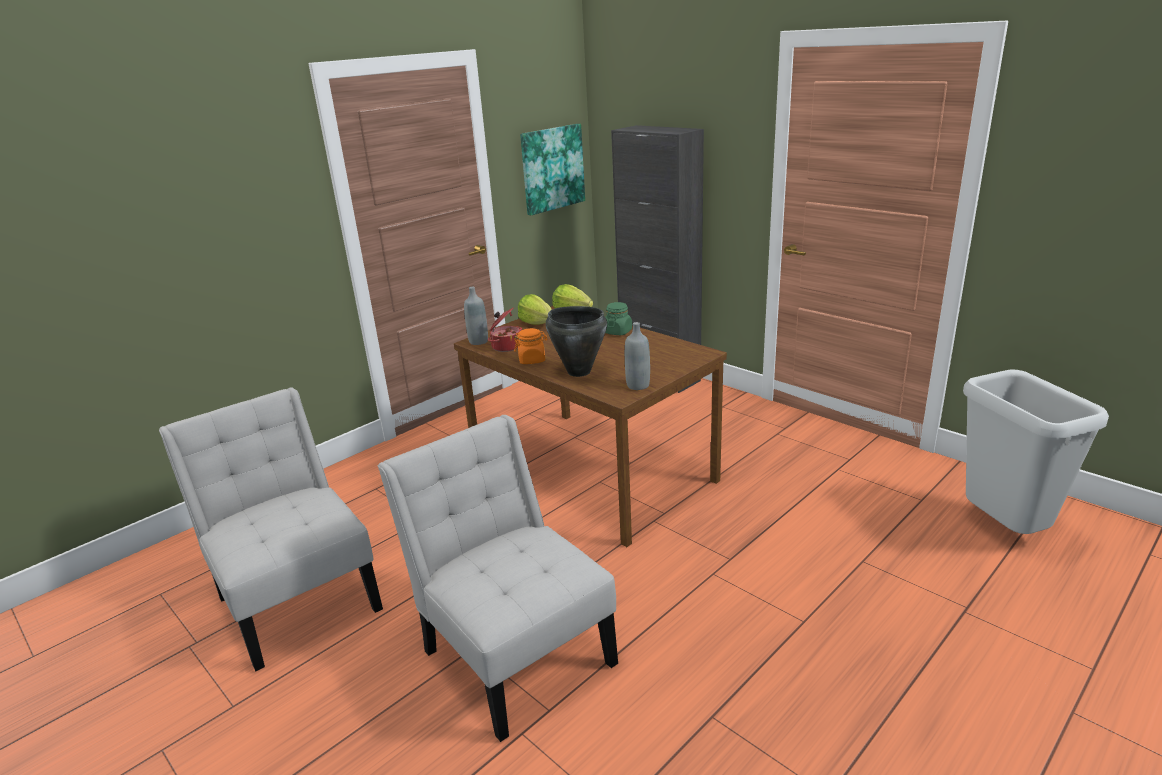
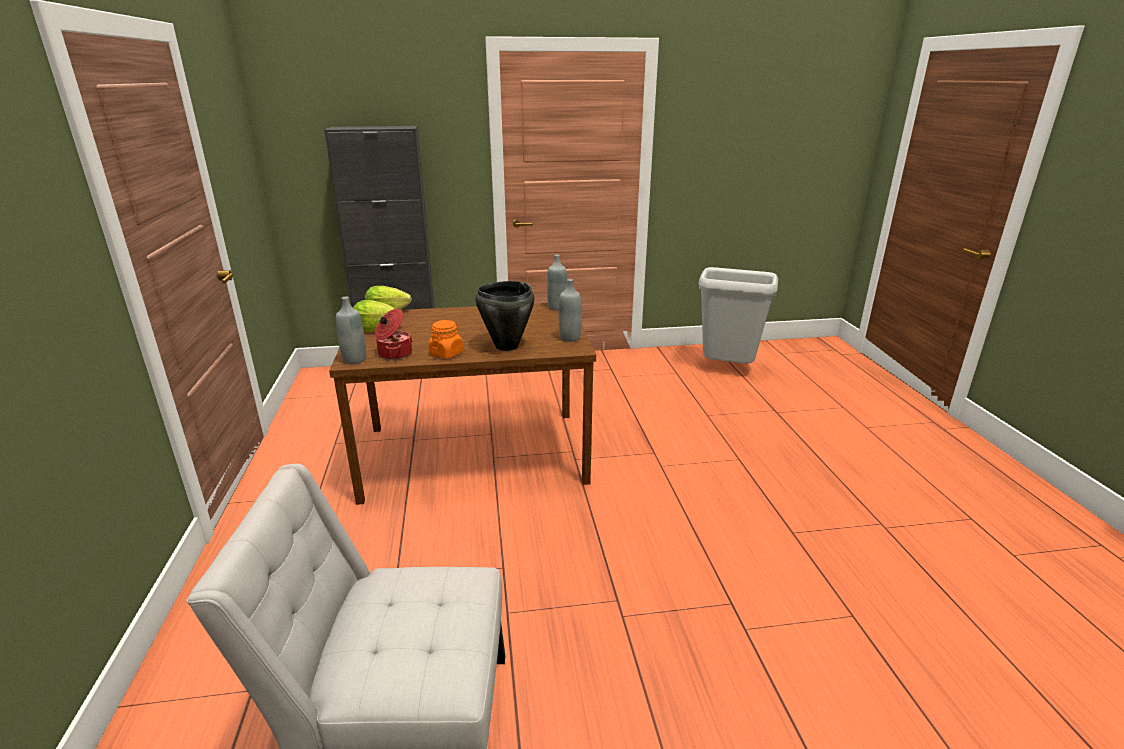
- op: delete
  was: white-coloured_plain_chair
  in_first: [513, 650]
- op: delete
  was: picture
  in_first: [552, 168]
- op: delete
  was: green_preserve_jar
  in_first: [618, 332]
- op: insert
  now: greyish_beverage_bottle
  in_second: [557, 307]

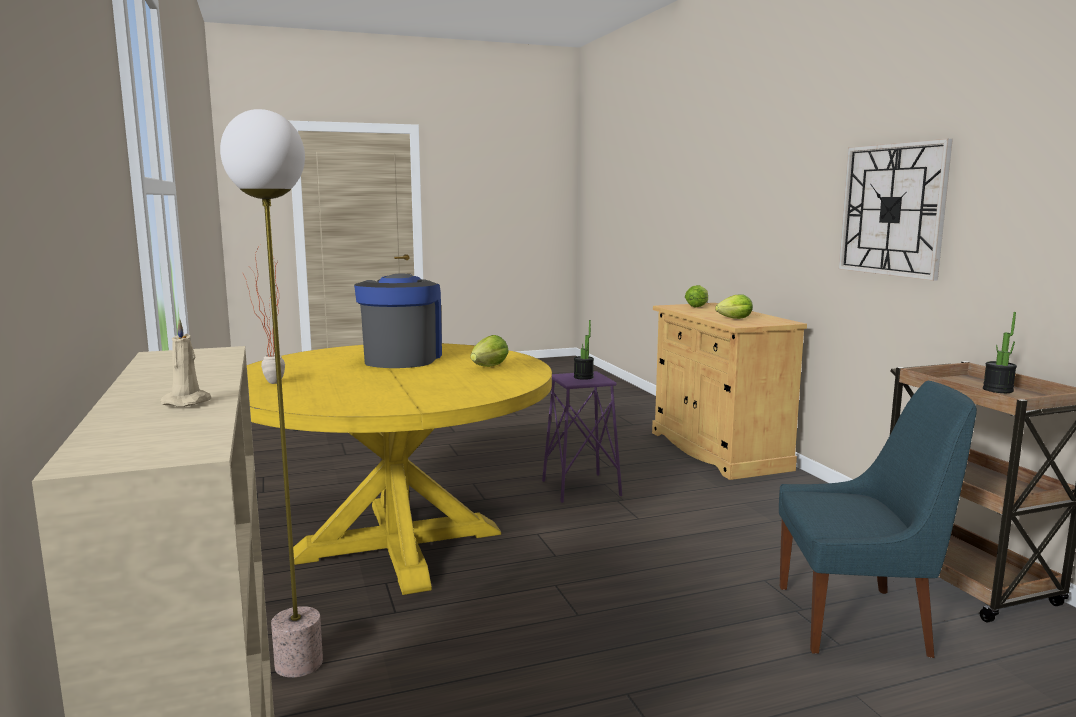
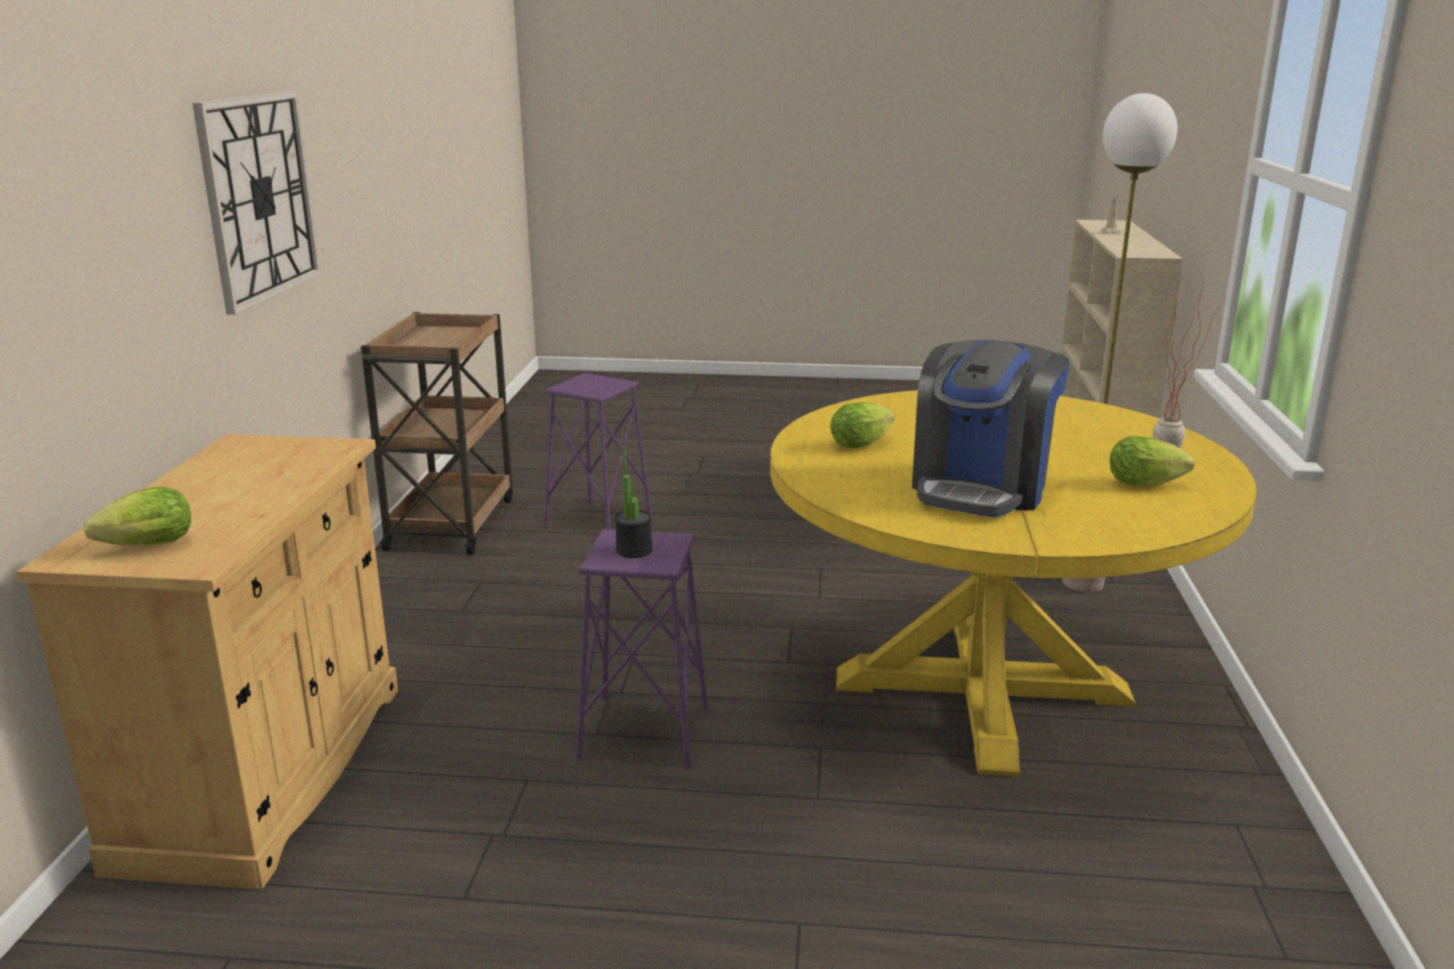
- op: delete
  was: houseplant
  in_first: [997, 390]
- op: move
  was: lettuce_head
  in_first: [732, 319]
  in_second: [1149, 484]
- op: replace
  was: blue-coloured_plain_chair
  now: purple-coloured_stool_seat
  in_first: [858, 620]
  in_second: [599, 520]

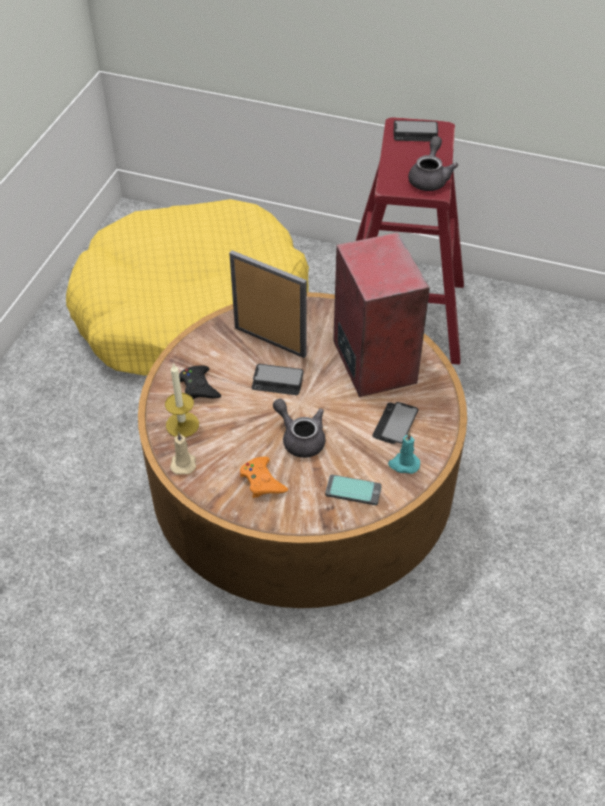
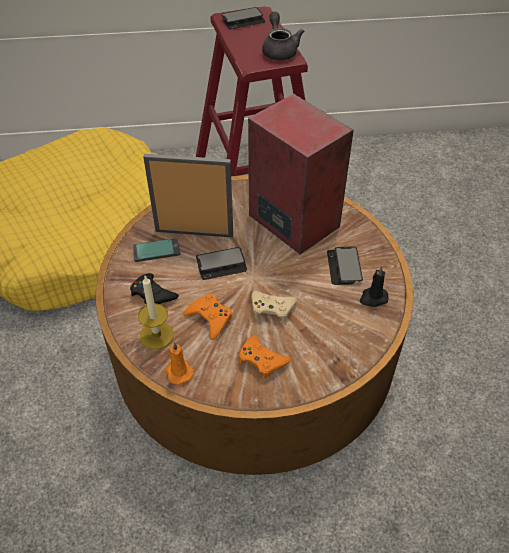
- op: insert
  now: orange_game_controller
  in_second: [210, 318]
- op: move
  was: handset
  in_first: [353, 490]
  in_second: [156, 250]
- op: replace
  was: greyish_teapot
  now: beige_game_controller
  in_first: [300, 438]
  in_second: [272, 308]
- op: recolor
  was: beige_wax_candle
  now: orange_wax_candle
  in_first: [183, 463]
  in_second: [178, 371]
- op: recolor
  was: turquoise_wax_candle
  now: blackish_wax_candle
  in_first: [403, 464]
  in_second: [373, 298]

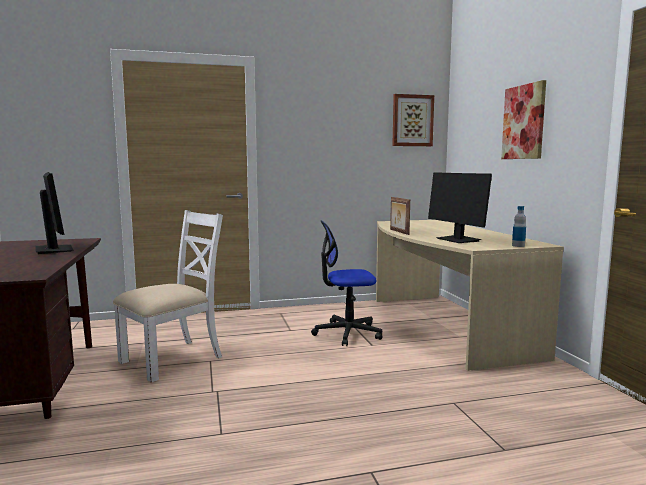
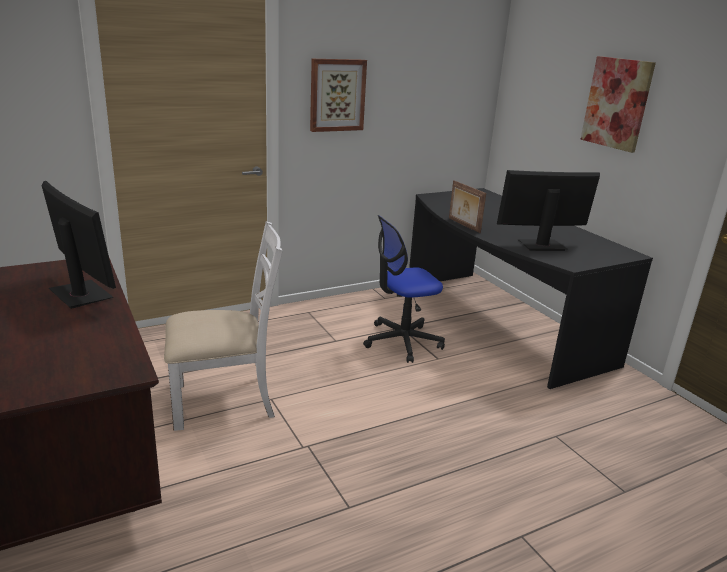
- op: delete
  was: beverage_bottle
  in_first: [518, 246]
- op: move
  was: picture
  in_first: [412, 120]
  in_second: [337, 95]
- op: recolor
  was: beige_desk
  now: blackish_desk
  in_first: [443, 326]
  in_second: [497, 323]
- op: rotate
  was: white-coloured_plain_chair
  in_first: [173, 359]
  in_second: [224, 400]
  clockwise: 45
- op: rotate
  was: computer_display
  in_first: [458, 240]
  in_second: [541, 245]
  clockwise: 120

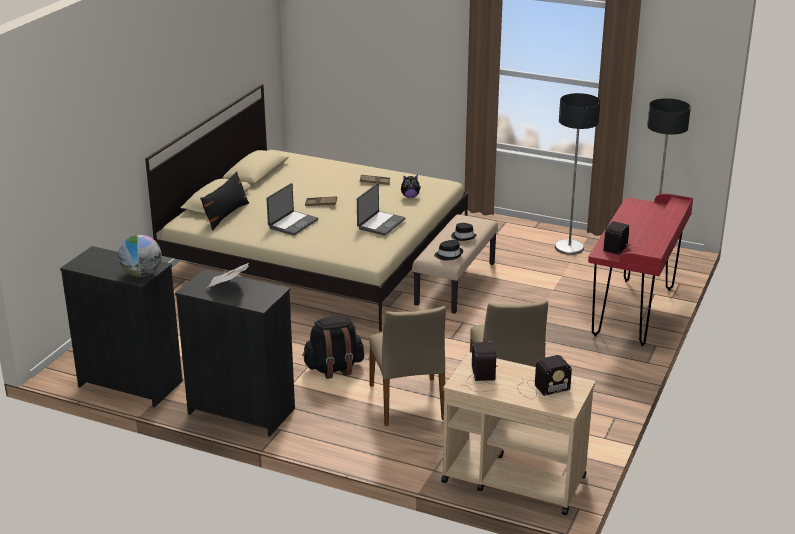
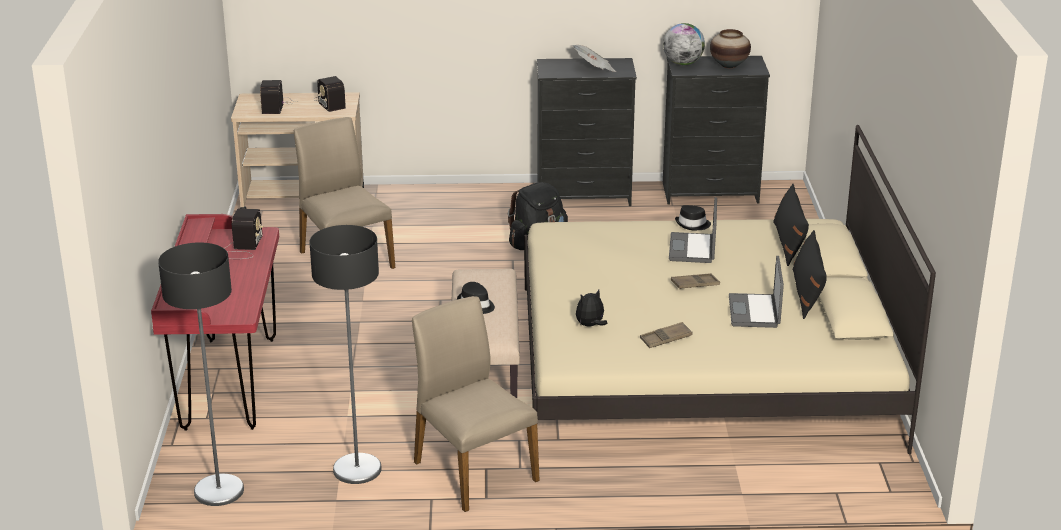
- op: insert
  now: decorative_vase
  in_second: [729, 65]
- op: insert
  now: blackish_pillow
  in_second: [807, 294]
- op: move
  was: laptop
  in_first: [380, 224]
  in_second: [755, 312]
- op: move
  was: beige_plain_chair
  in_first: [408, 402]
  in_second: [473, 471]
- op: move
  was: blackish_wearable_hat
  in_first: [449, 255]
  in_second: [692, 224]
- op: rotate
  was: radio_receiver
  in_first: [541, 388]
  in_second: [276, 105]
  clockwise: -45

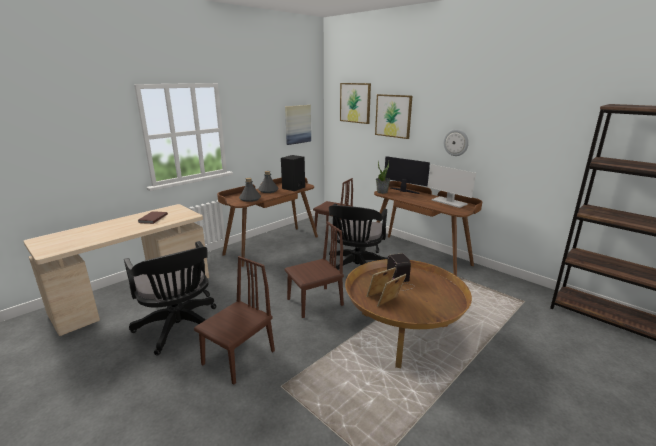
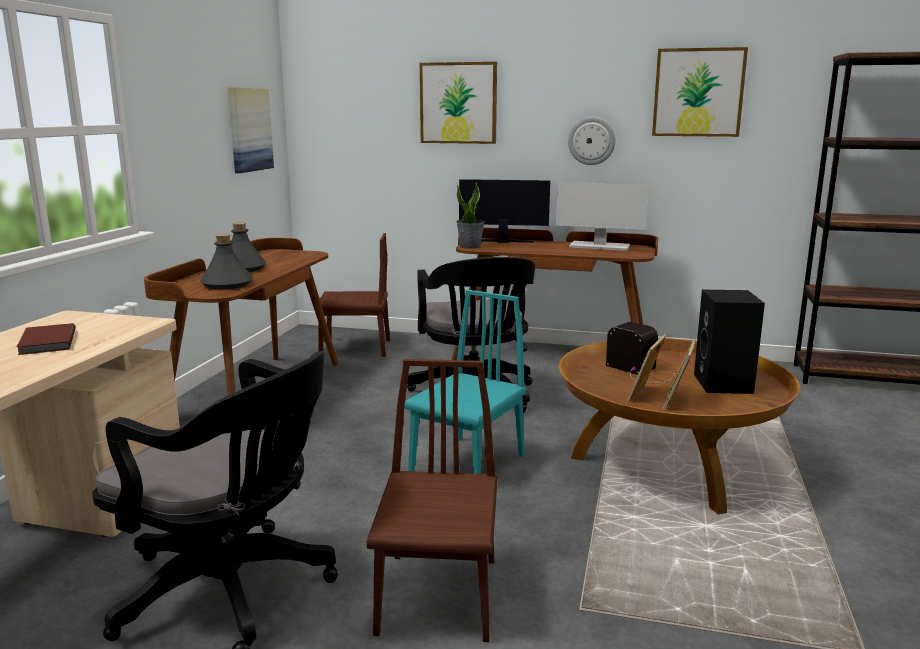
- op: move
  was: blackish_speaker
  in_first: [293, 188]
  in_second: [724, 384]
- op: move
  was: picture
  in_first: [355, 103]
  in_second: [698, 92]
- op: recolor
  was: brownish_plain_chair
  now: turquoise_plain_chair
  in_first: [314, 302]
  in_second: [467, 464]

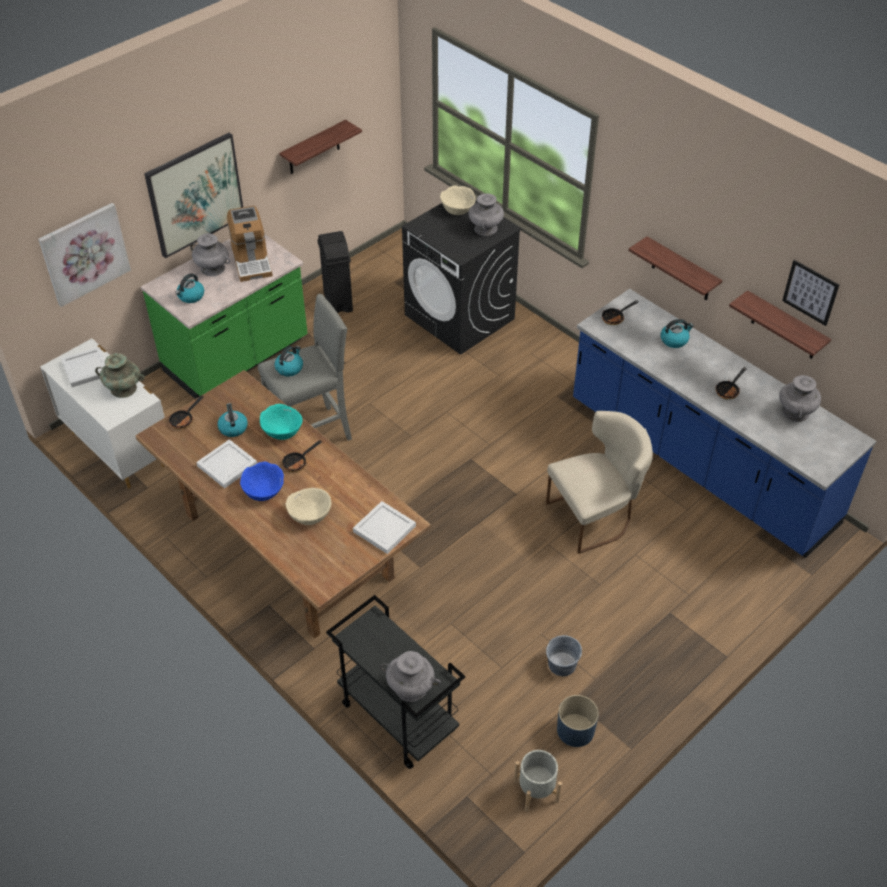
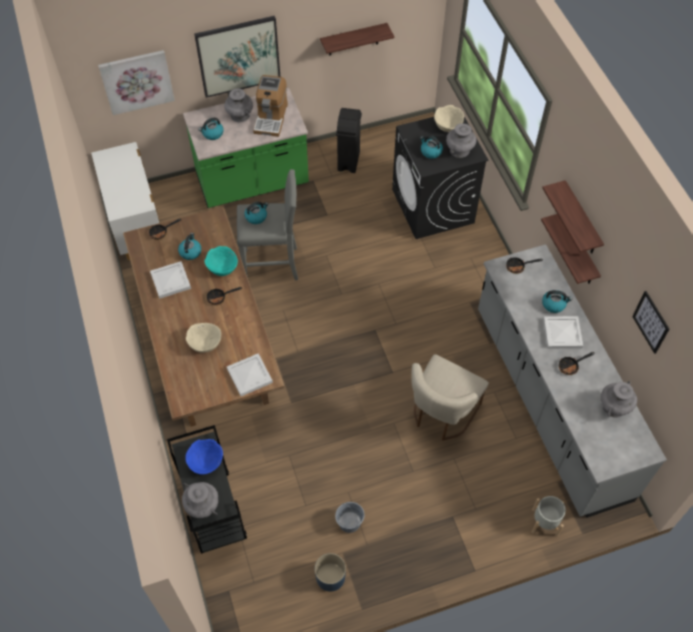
- op: delete
  was: turquoise_decorative_vase
  in_first: [124, 389]
- op: insert
  now: kettle
  in_second: [430, 152]
- op: move
  was: white-coloured_carrying_tray
  in_first: [86, 368]
  in_second: [562, 333]
- op: move
  was: blue-coloured_serving_bowl
  in_first: [264, 490]
  in_second: [206, 462]
- op: move
  was: greyish_plant_pot
  in_first: [536, 791]
  in_second: [545, 522]
- op: move
  was: bracket_shelf
  in_first: [785, 327]
  in_second: [581, 220]
- op: recolor
  was: blue-coloured_counter
  now: greyish_counter
  in_first: [700, 463]
  in_second: [549, 403]
- op: rotate
  was: beige_plain_chair
  in_first: [595, 516]
  in_second: [441, 414]
  clockwise: 120

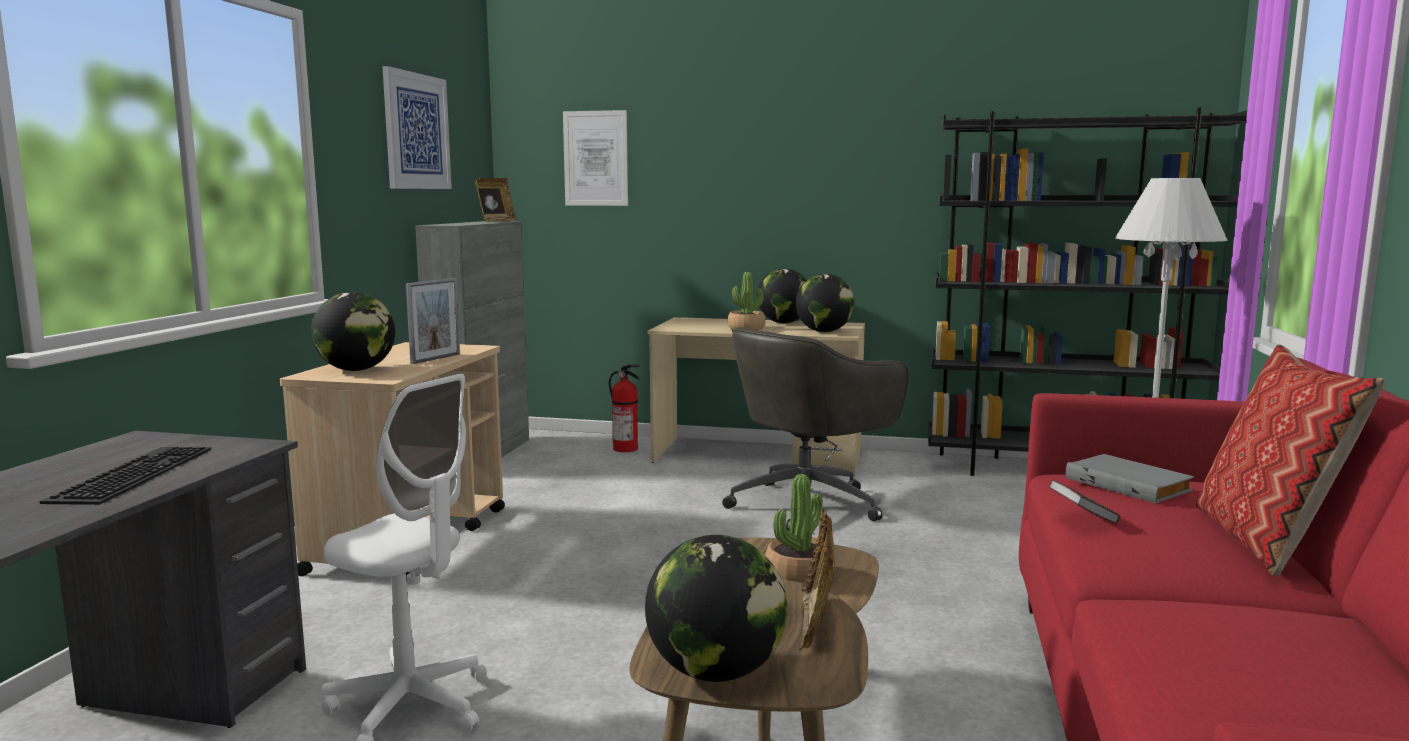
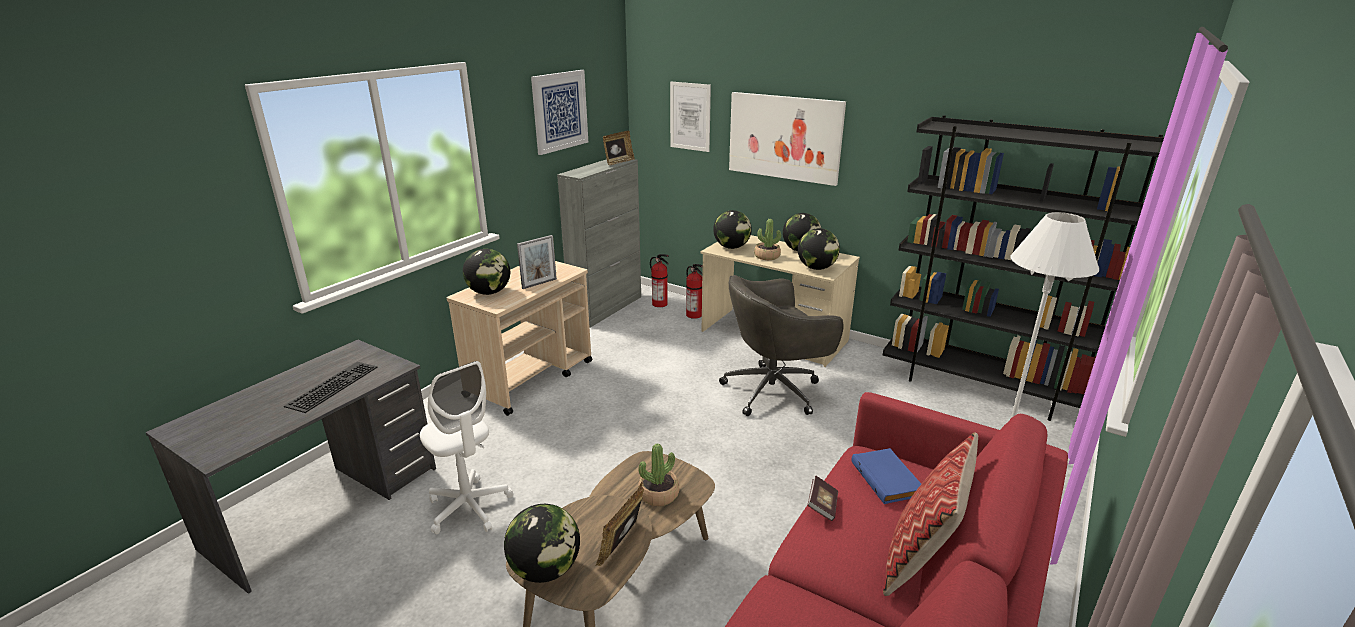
- op: insert
  now: fire-fighting_cylinder
  in_second: [660, 304]
- op: insert
  now: world_globe
  in_second: [731, 247]
- op: insert
  now: picture
  in_second: [784, 137]
- op: recolor
  was: greyish_book
  now: blue-coloured_book
  in_first: [1129, 484]
  in_second: [888, 479]

